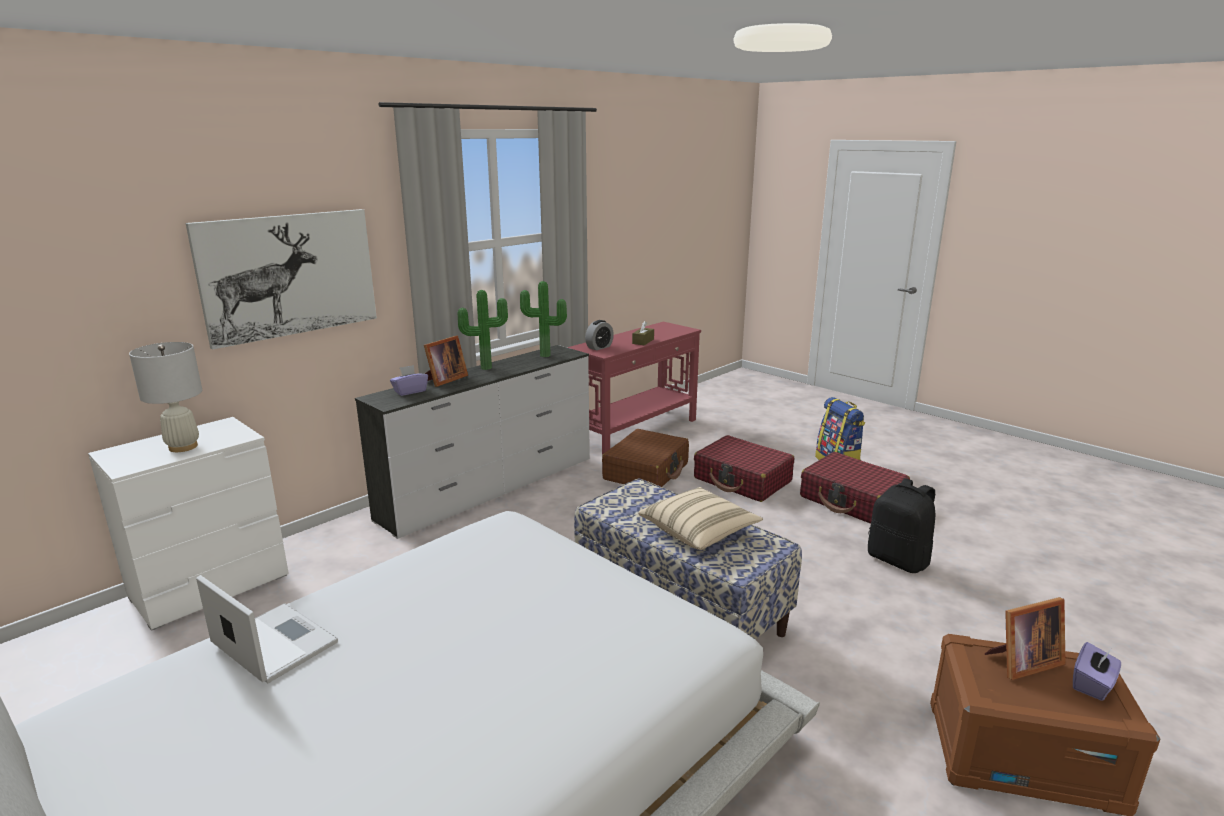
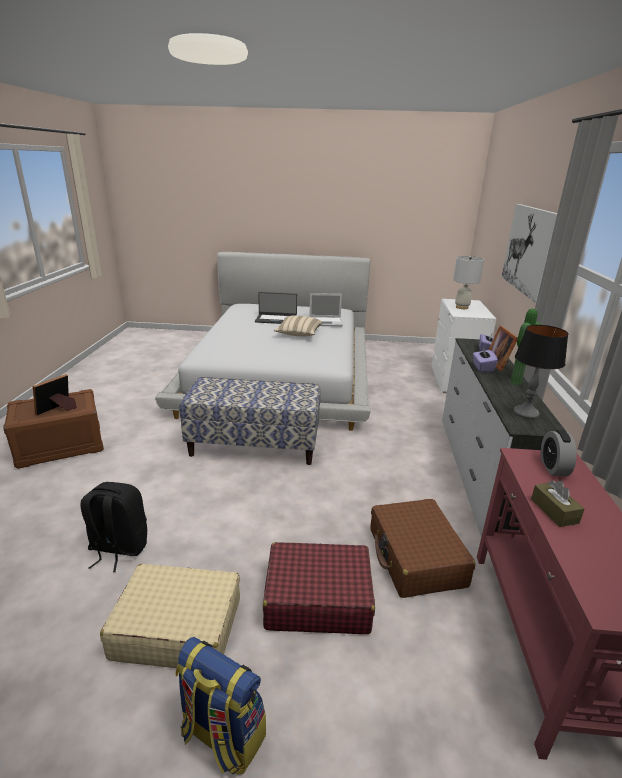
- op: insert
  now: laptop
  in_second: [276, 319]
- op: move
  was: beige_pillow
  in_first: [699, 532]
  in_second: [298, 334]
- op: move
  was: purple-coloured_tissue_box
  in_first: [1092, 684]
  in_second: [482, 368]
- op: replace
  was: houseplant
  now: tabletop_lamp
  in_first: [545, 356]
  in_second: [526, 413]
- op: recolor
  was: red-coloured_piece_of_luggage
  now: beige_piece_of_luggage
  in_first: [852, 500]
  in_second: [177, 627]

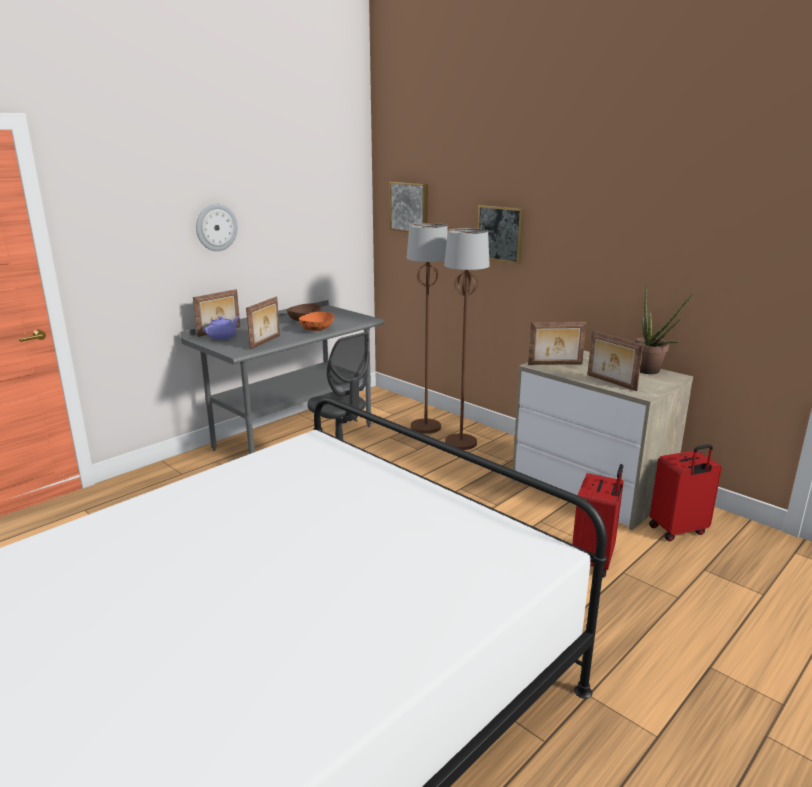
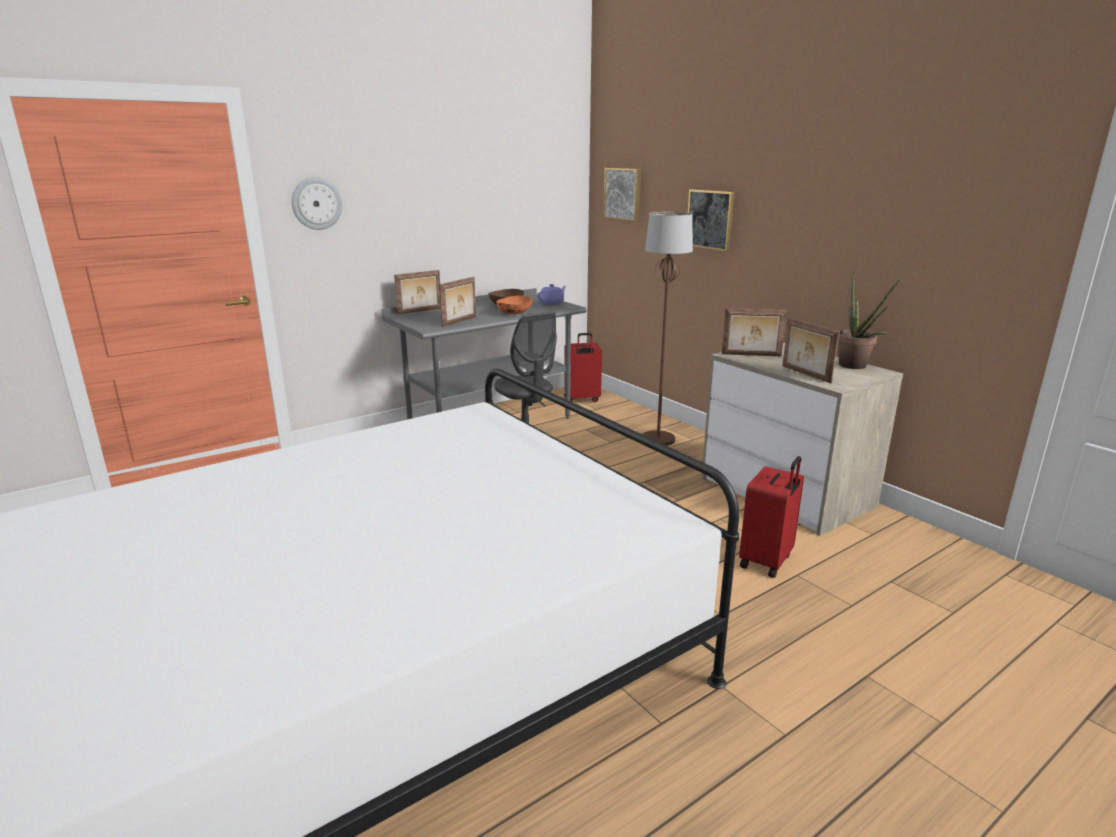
- op: delete
  was: brownish_standing_lamp
  in_first: [426, 427]
- op: move
  was: clock_on_the_wall
  in_first: [216, 227]
  in_second: [316, 203]
- op: move
  was: purple-coloured_teapot
  in_first: [223, 337]
  in_second: [552, 303]
- op: move
  was: red-coloured_piece_of_luggage
  in_first: [678, 531]
  in_second: [582, 399]

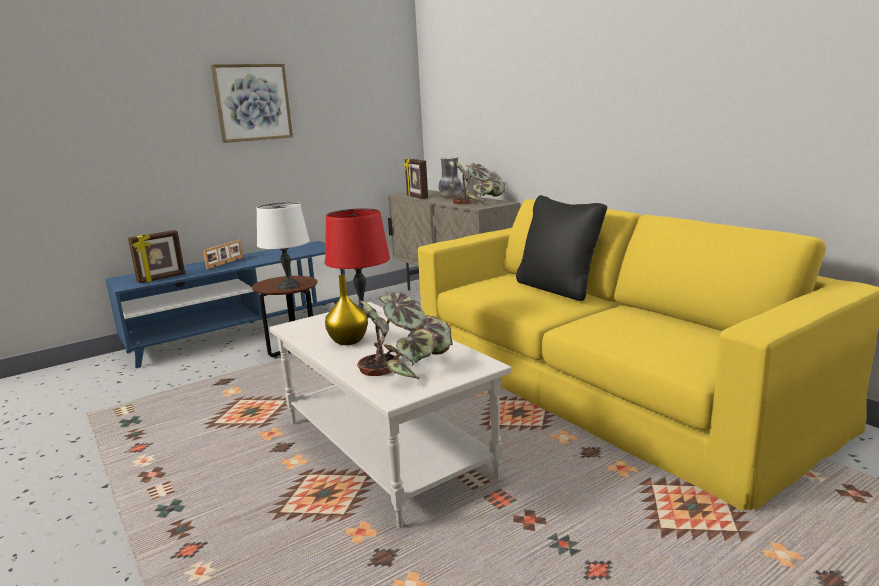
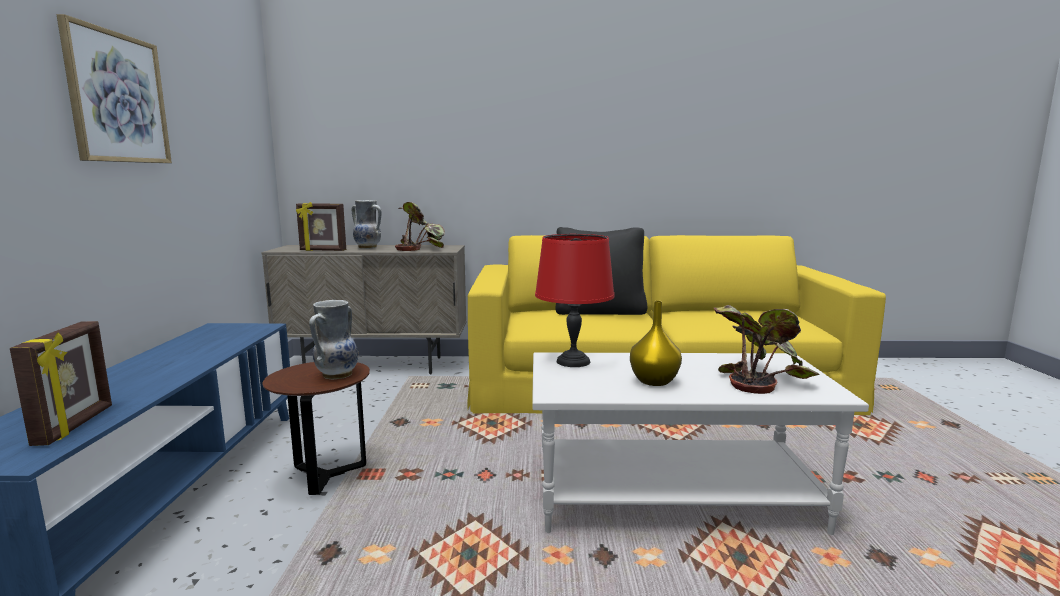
- op: delete
  was: standing_frame
  in_first: [225, 263]
- op: replace
  was: white-coloured_tabletop_lamp
  now: decorative_vase
  in_first: [289, 286]
  in_second: [336, 375]

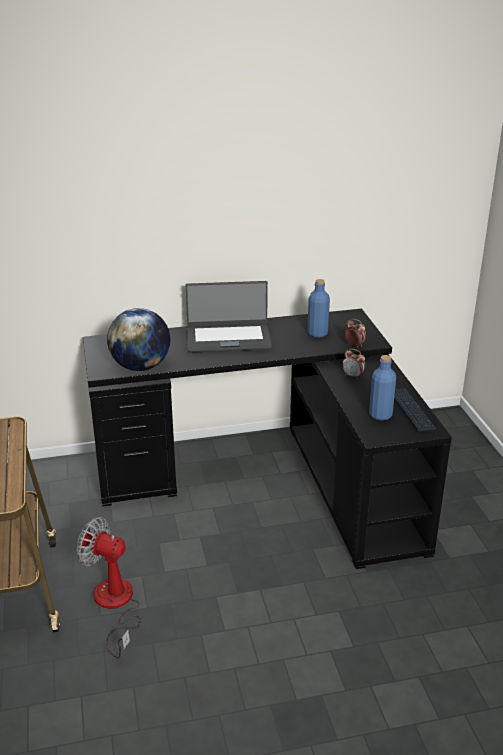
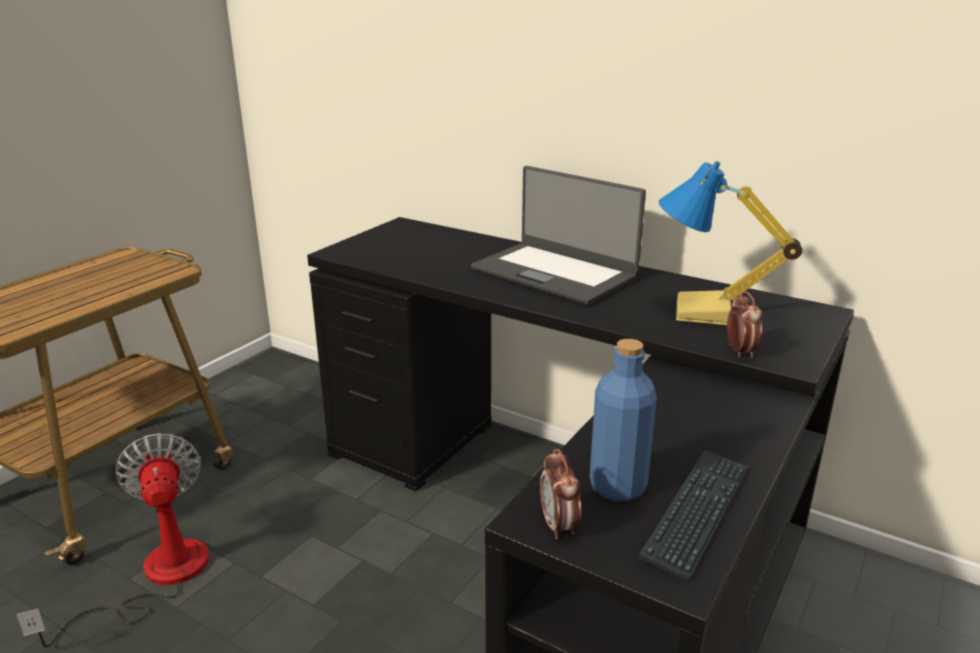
- op: delete
  was: world_globe
  in_first: [141, 367]
- op: move
  was: bedside_clock
  in_first: [353, 376]
  in_second: [559, 526]
- op: replace
  was: blue-coloured_beverage_bottle
  now: tabletop_lamp
  in_first: [317, 333]
  in_second: [703, 313]

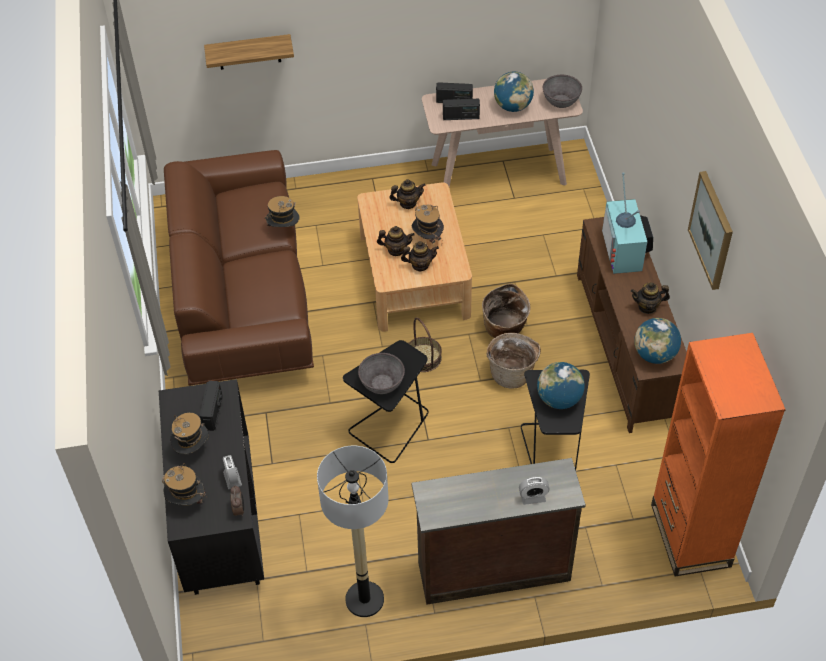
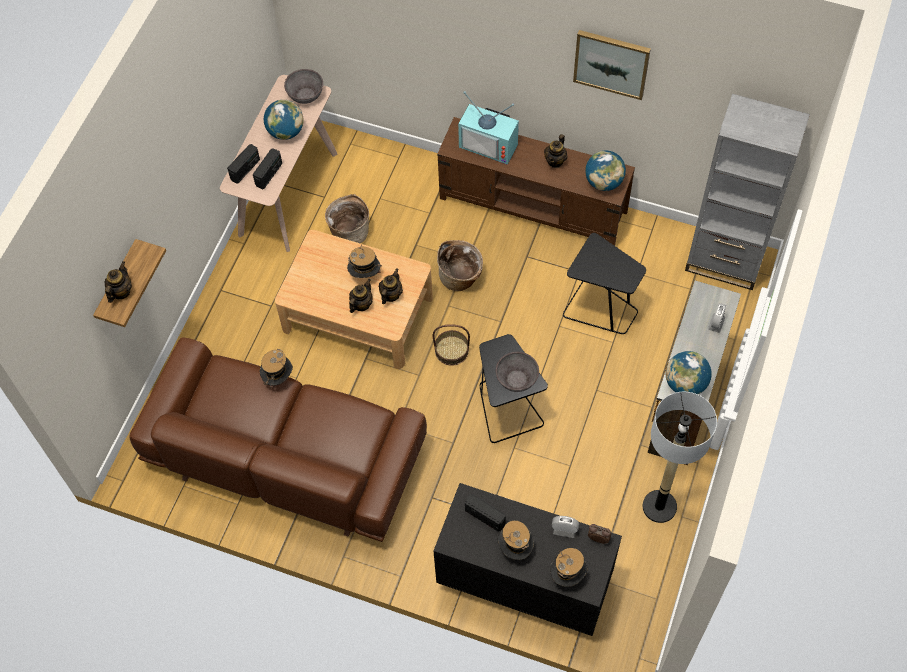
- op: move
  was: teapot
  in_first: [408, 203]
  in_second: [120, 291]
- op: move
  was: household_basket
  in_first: [512, 373]
  in_second: [349, 231]
- op: move
  was: world_globe
  in_first: [559, 399]
  in_second: [685, 384]
- op: recolor
  was: orange_bookcase
  now: greyish_bookcase
  in_first: [690, 535]
  in_second: [724, 261]

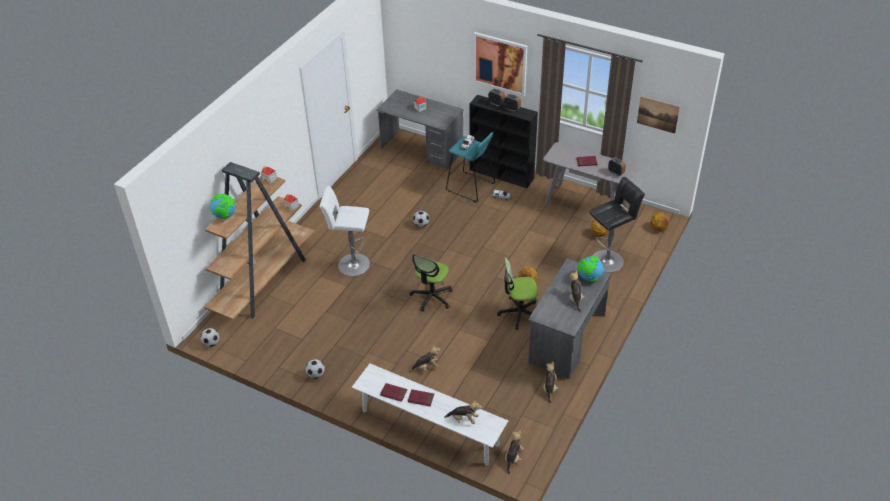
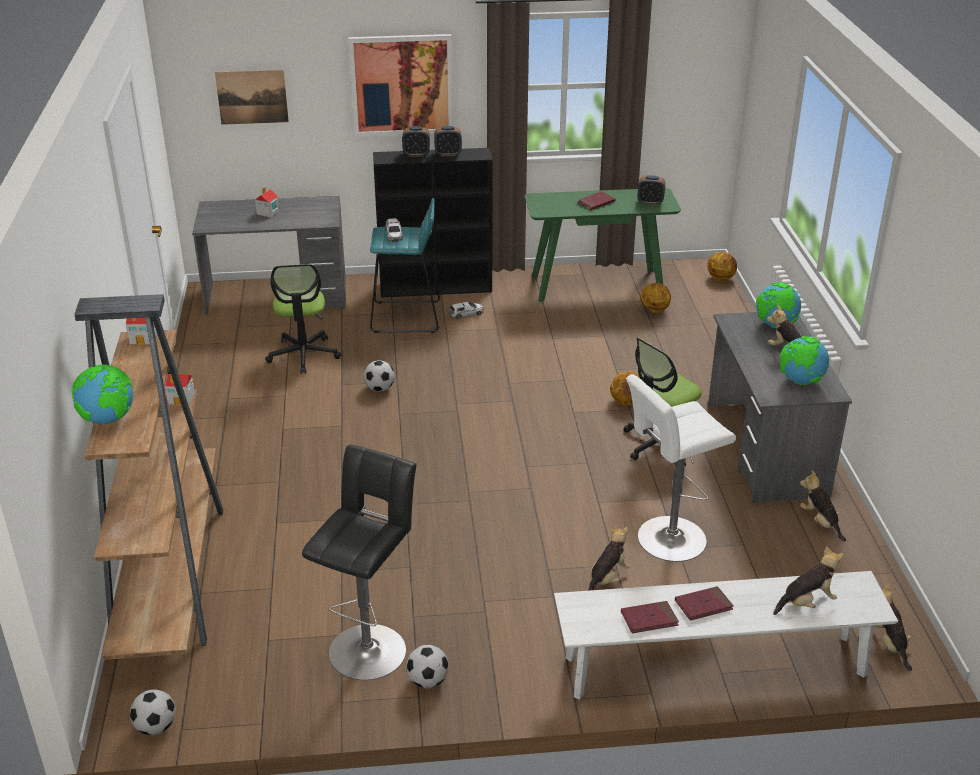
- op: insert
  now: world_globe
  in_second: [800, 381]
- op: move
  was: white-coloured_stool_seat
  in_first: [351, 264]
  in_second: [667, 540]
- op: move
  was: office_chair
  in_first: [432, 297]
  in_second: [303, 355]
- op: move
  was: blackish_stool_seat
  in_first: [609, 260]
  in_second: [370, 647]
- op: move
  was: picture
  in_first: [658, 114]
  in_second: [252, 97]
- op: recolor
  was: greyish_console_table
  now: green_console_table
  in_first: [585, 205]
  in_second: [597, 285]

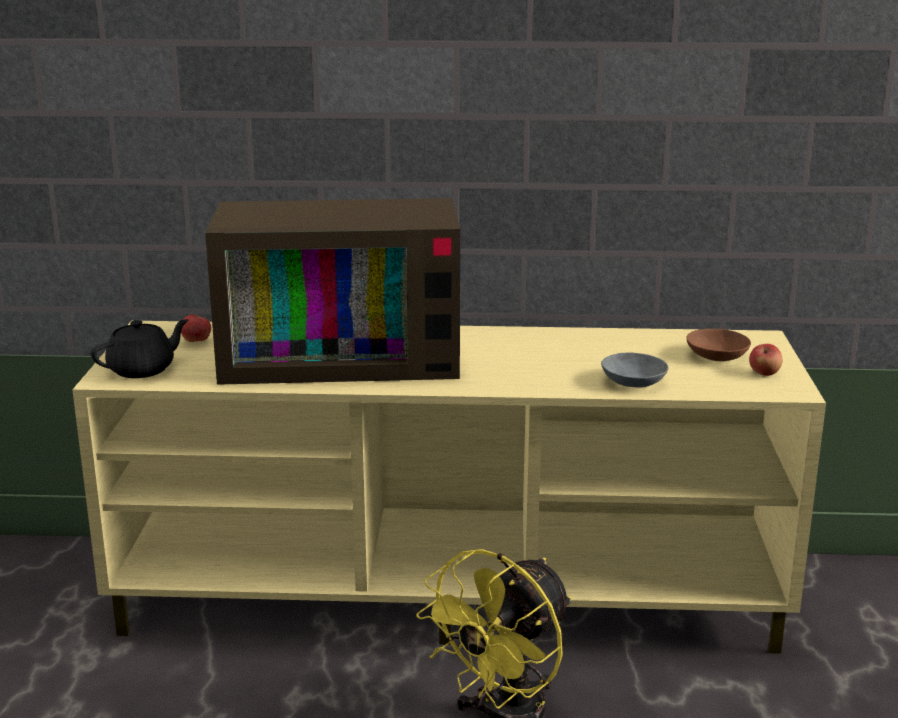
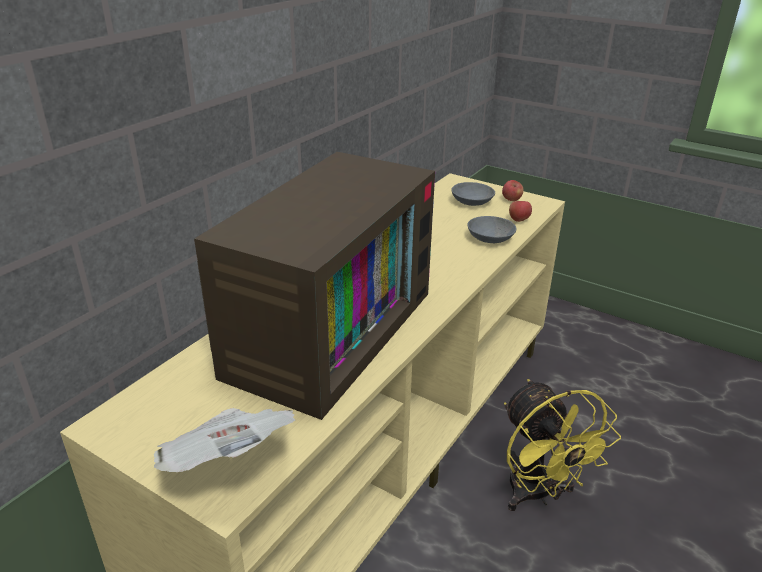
- op: move
  was: apple_fruit
  in_first: [196, 341]
  in_second: [519, 220]
- op: replace
  was: blackish_teapot
  now: daily_paper
  in_first: [143, 370]
  in_second: [228, 462]
- op: recolor
  was: brownish_serving_bowl
  now: greyish_serving_bowl
  in_first: [716, 356]
  in_second: [472, 202]

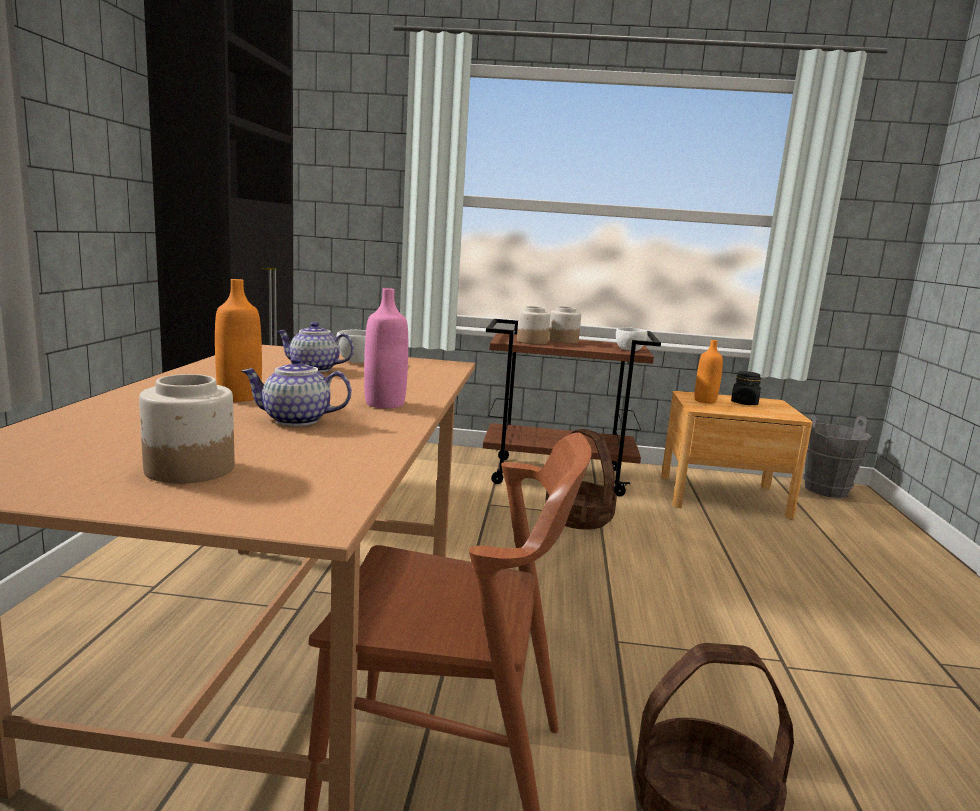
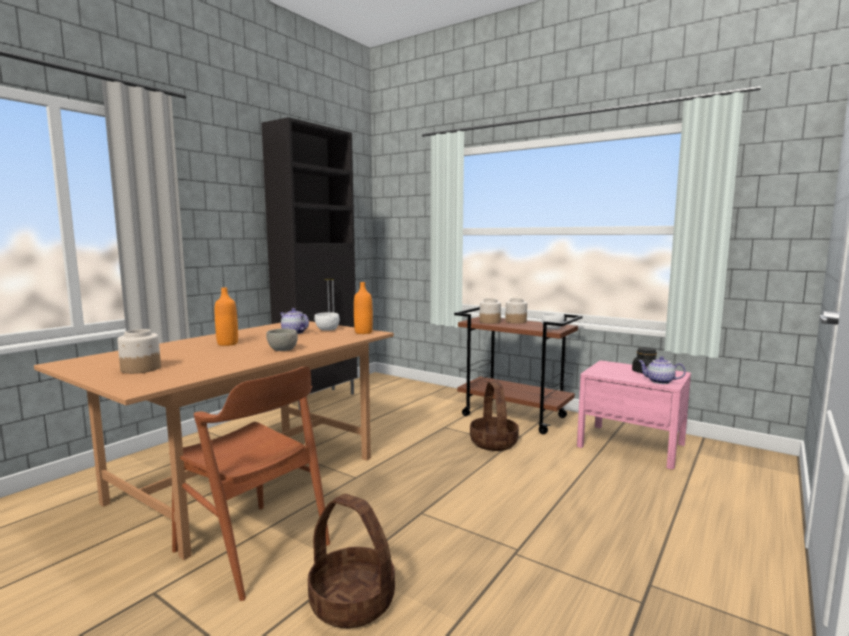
- op: delete
  was: greyish_bucket
  in_first: [826, 490]
- op: move
  was: teapot
  in_first: [295, 420]
  in_second: [659, 381]
- op: move
  was: orange_beverage_bottle
  in_first: [705, 401]
  in_second: [363, 332]
- op: replace
  was: pinkish_beverage_bottle
  now: greyish_serving_bowl
  in_first: [384, 403]
  in_second: [283, 350]
- op: recolor
  was: brownish_night_table
  now: pinkish_night_table
  in_first: [723, 496]
  in_second: [630, 445]

